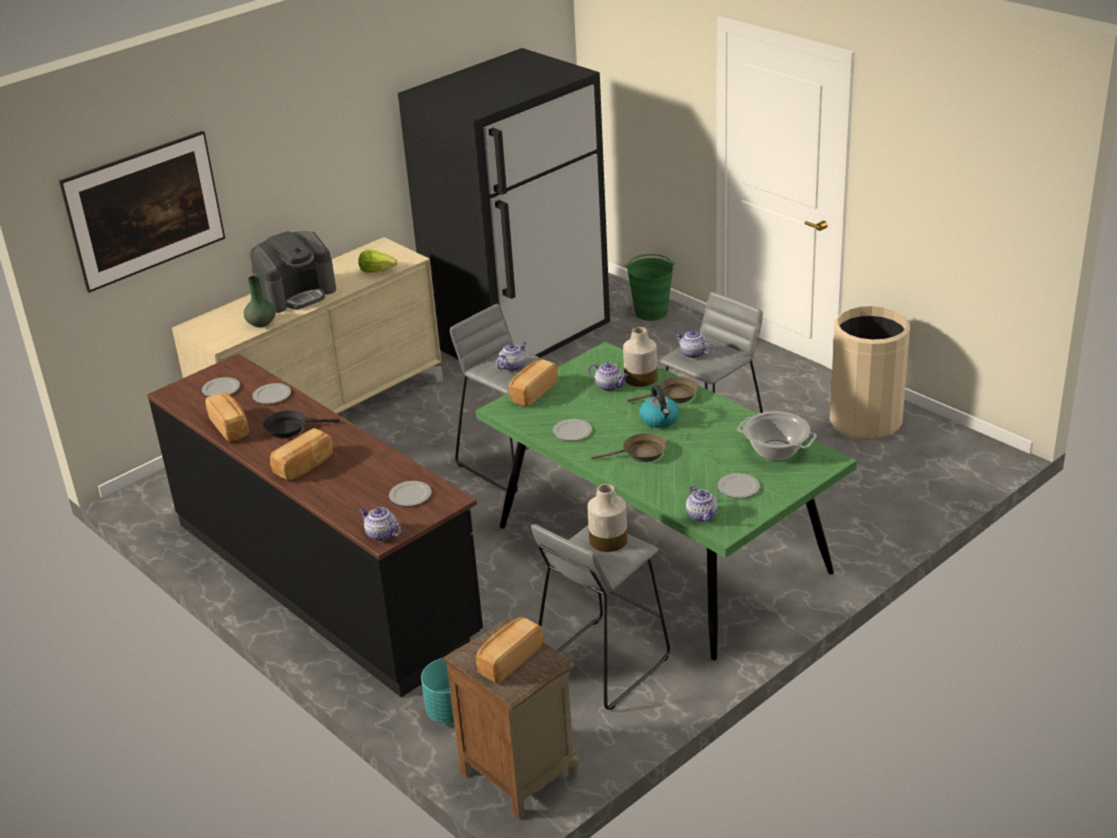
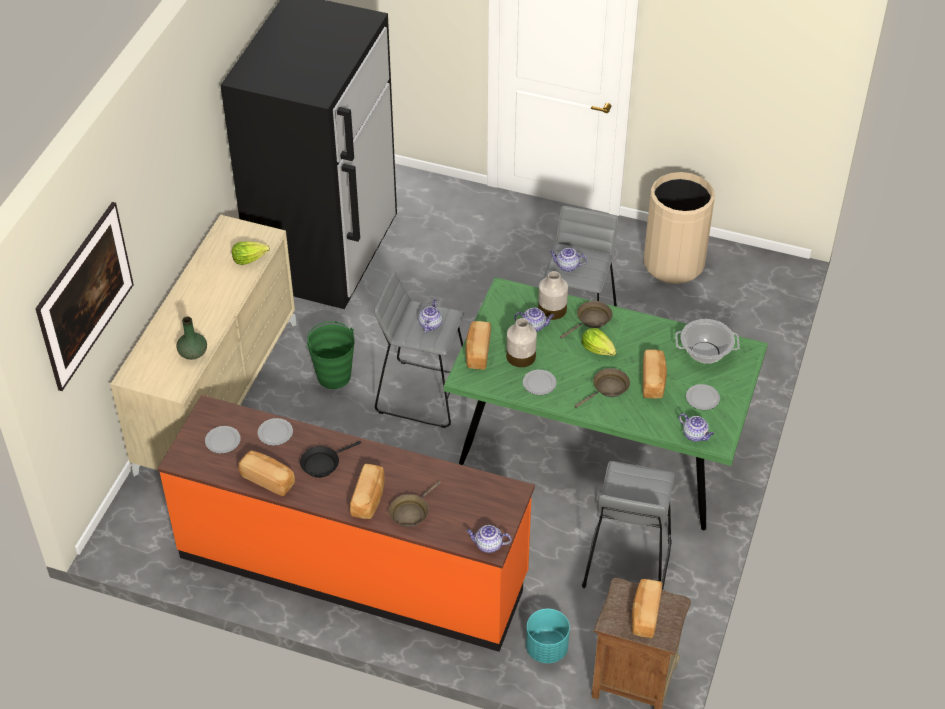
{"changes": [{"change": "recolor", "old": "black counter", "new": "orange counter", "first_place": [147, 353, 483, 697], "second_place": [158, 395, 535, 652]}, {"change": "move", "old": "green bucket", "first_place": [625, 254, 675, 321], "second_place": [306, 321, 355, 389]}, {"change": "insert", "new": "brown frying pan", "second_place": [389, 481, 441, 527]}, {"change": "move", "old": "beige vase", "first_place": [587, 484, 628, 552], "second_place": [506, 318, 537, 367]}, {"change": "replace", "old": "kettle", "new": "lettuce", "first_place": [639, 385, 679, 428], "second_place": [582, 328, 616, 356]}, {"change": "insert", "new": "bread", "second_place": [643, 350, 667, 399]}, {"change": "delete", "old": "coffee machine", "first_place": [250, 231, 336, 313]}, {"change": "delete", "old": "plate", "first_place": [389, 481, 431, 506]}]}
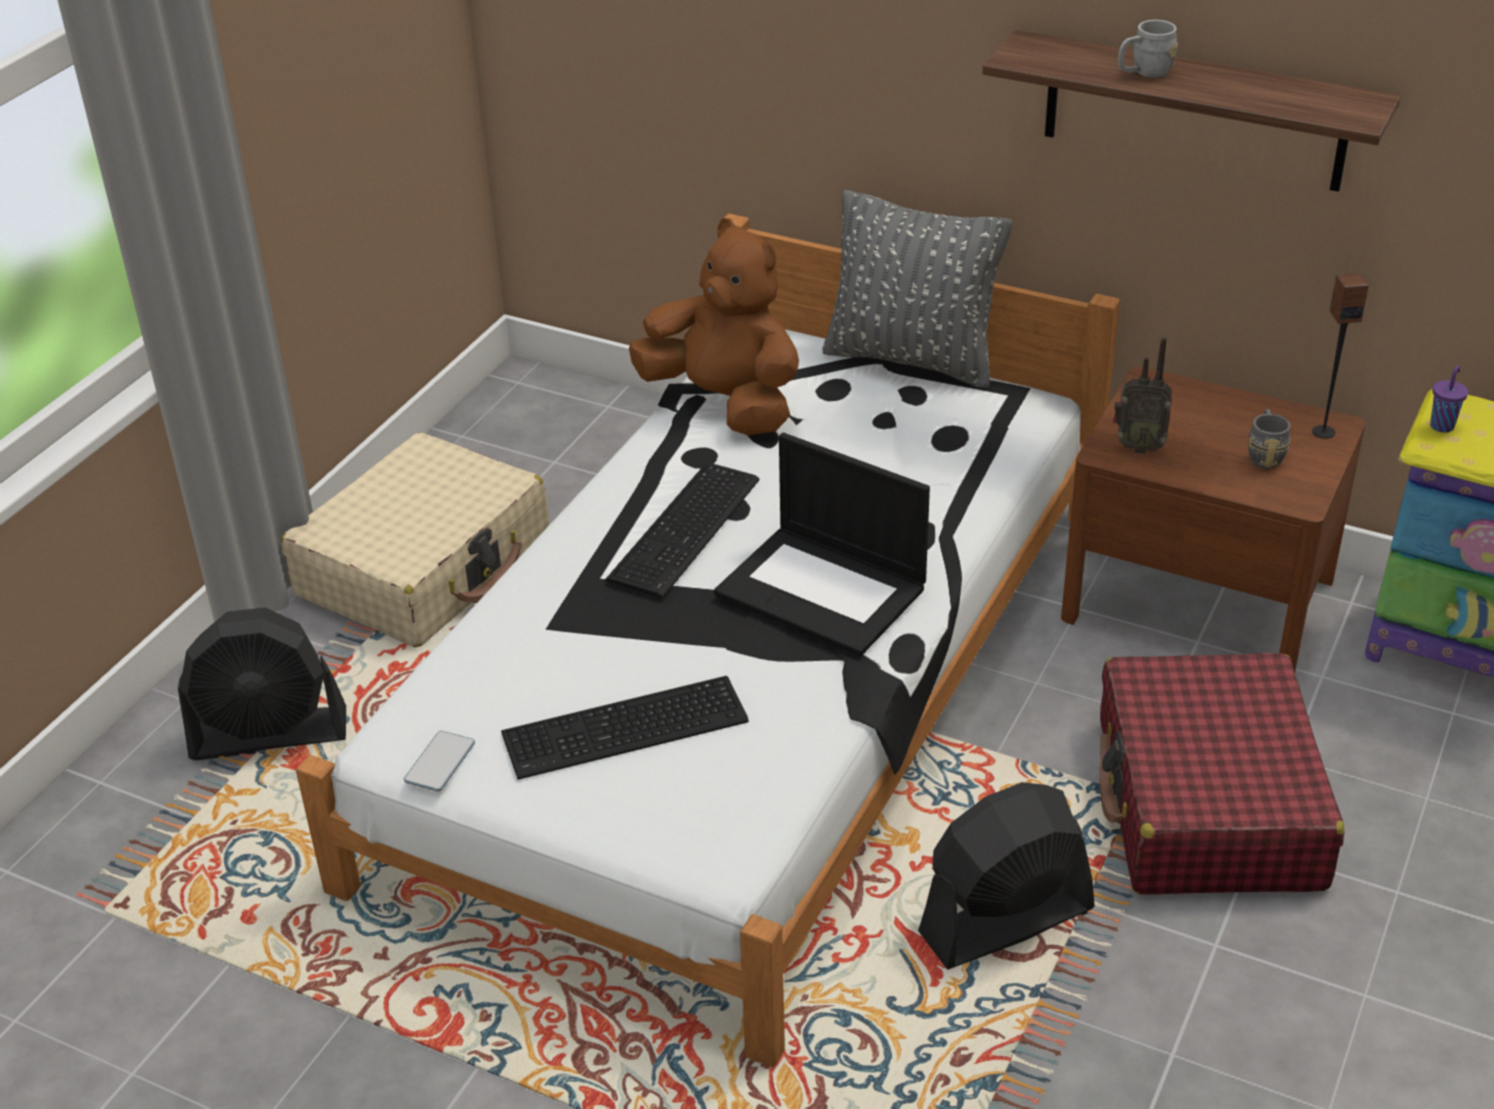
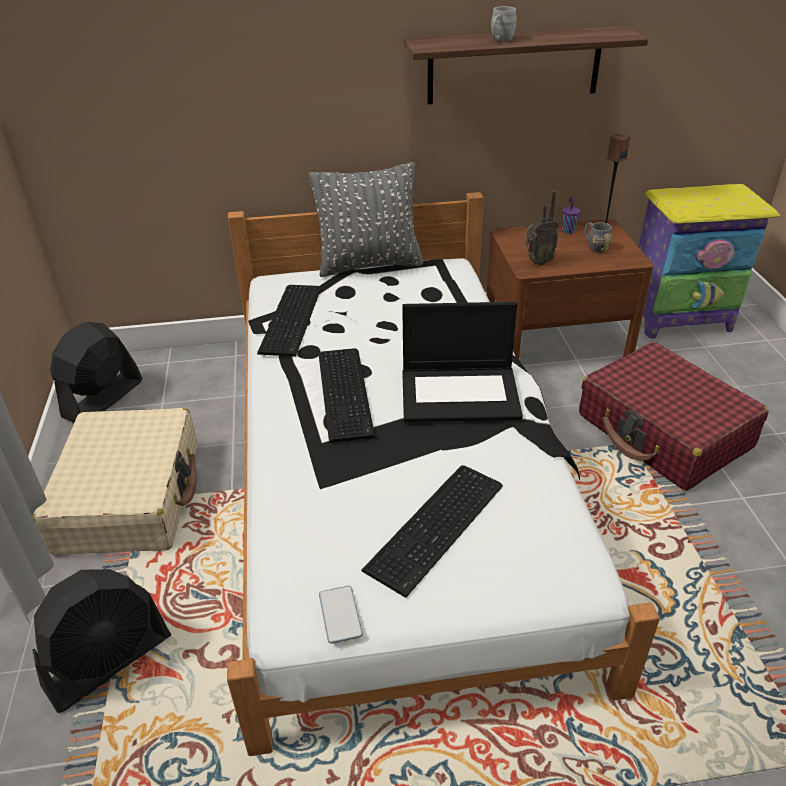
{"changes": [{"change": "move", "old": "black fan", "first_place": [918, 782, 1095, 970], "second_place": [50, 322, 143, 423]}, {"change": "replace", "old": "brown plush toy", "new": "keyboard", "first_place": [629, 218, 799, 435], "second_place": [257, 285, 321, 357]}, {"change": "move", "old": "purple cup", "first_place": [1430, 365, 1468, 433], "second_place": [562, 197, 580, 234]}]}
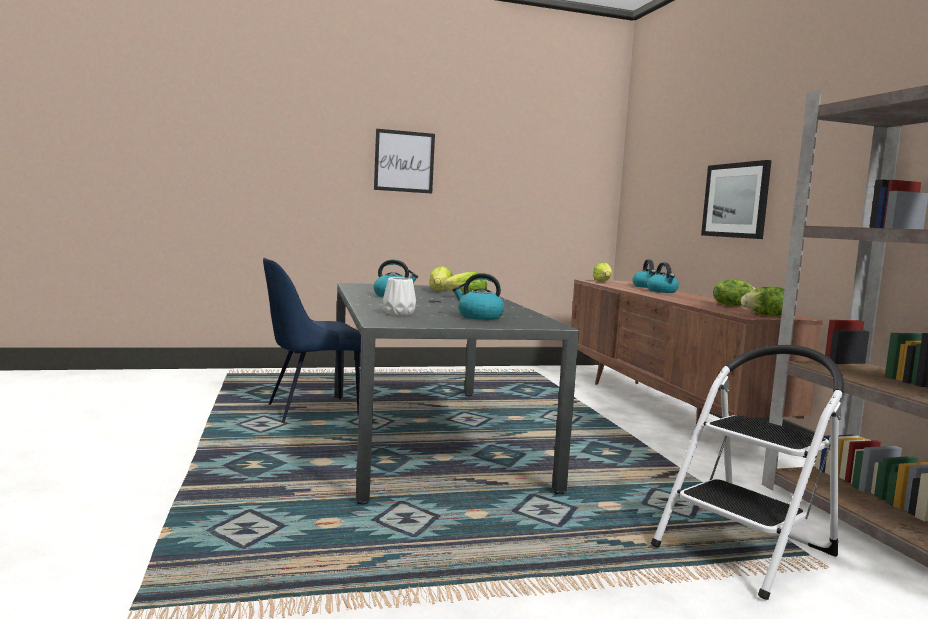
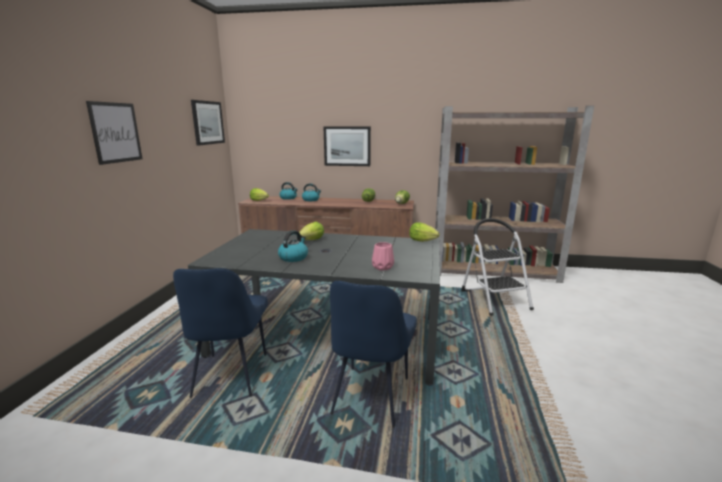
{"changes": [{"change": "insert", "new": "picture", "second_place": [191, 100, 225, 145]}, {"change": "insert", "new": "blue chair", "second_place": [330, 281, 417, 428]}, {"change": "recolor", "old": "white vase", "new": "pink vase", "first_place": [383, 277, 416, 315], "second_place": [372, 242, 394, 271]}, {"change": "move", "old": "lettuce", "first_place": [429, 266, 453, 291], "second_place": [409, 222, 440, 242]}, {"change": "delete", "old": "kettle", "first_place": [452, 273, 504, 320]}]}
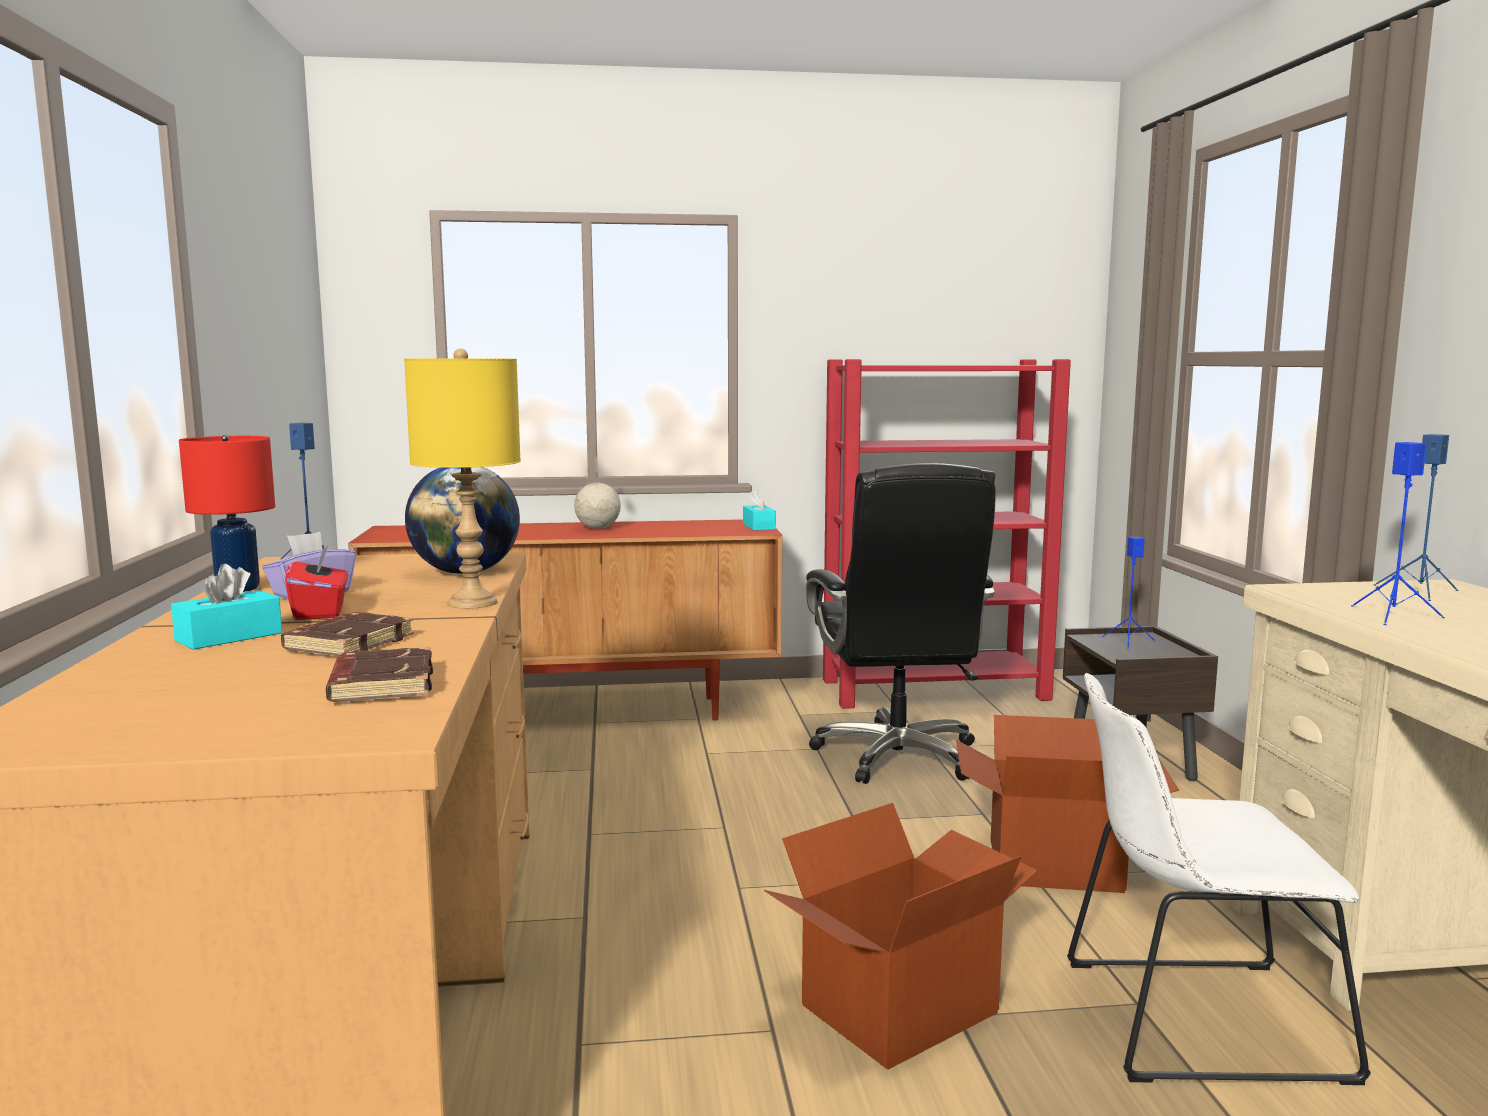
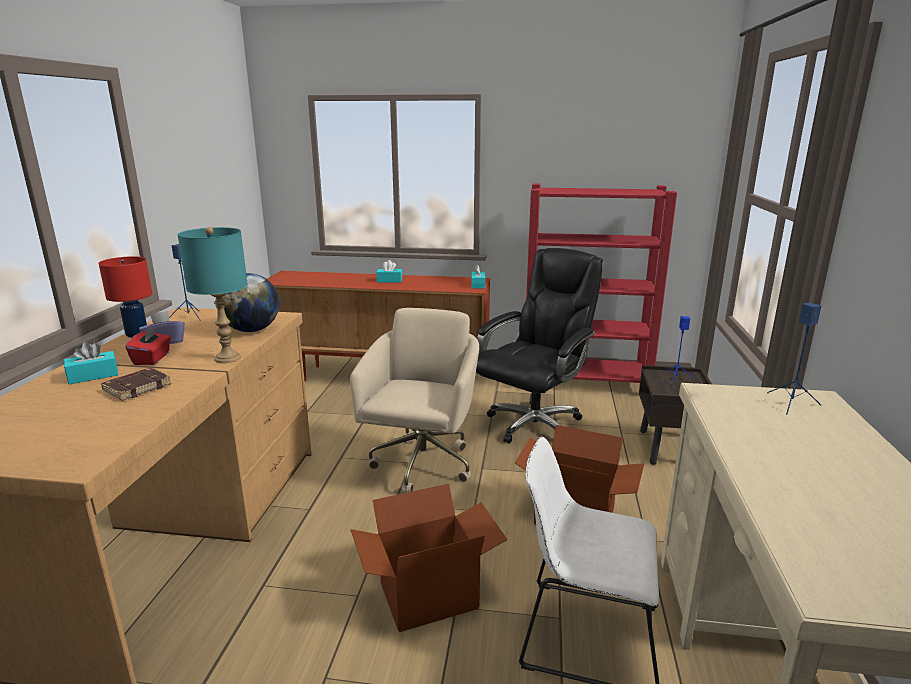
{"changes": [{"change": "recolor", "old": "yellow table lamp", "new": "turquoise table lamp", "first_place": [404, 349, 521, 609], "second_place": [178, 227, 248, 363]}, {"change": "insert", "new": "beige office chair", "second_place": [350, 308, 479, 493]}, {"change": "replace", "old": "globe", "new": "turquoise tissue box", "first_place": [574, 456, 621, 529], "second_place": [376, 260, 402, 282]}, {"change": "rotate", "old": "black office chair", "first_place": [806, 463, 996, 784], "second_place": [476, 248, 603, 444], "degrees": -150}, {"change": "delete", "old": "brown book", "first_place": [326, 647, 433, 702]}, {"change": "delete", "old": "blue speaker", "first_place": [1351, 442, 1445, 625]}]}
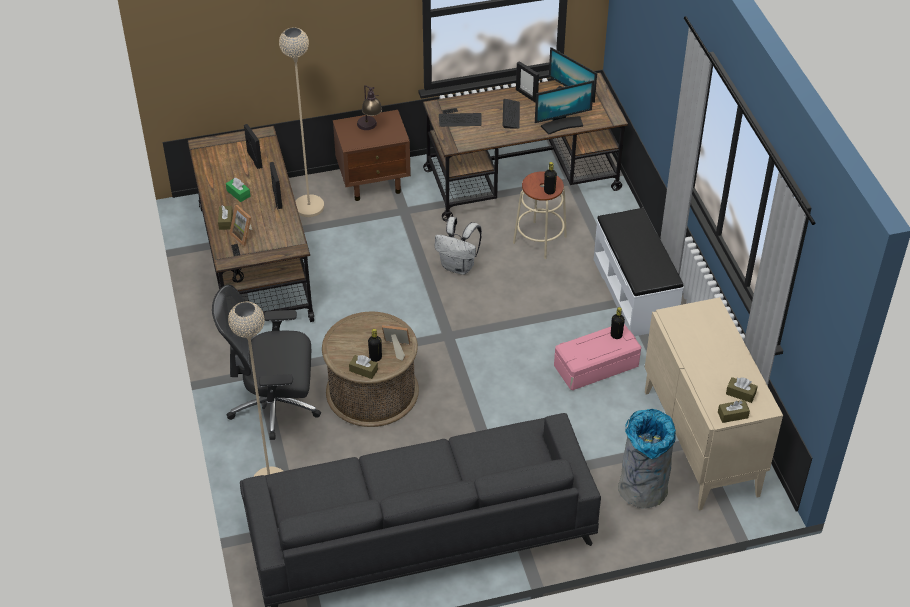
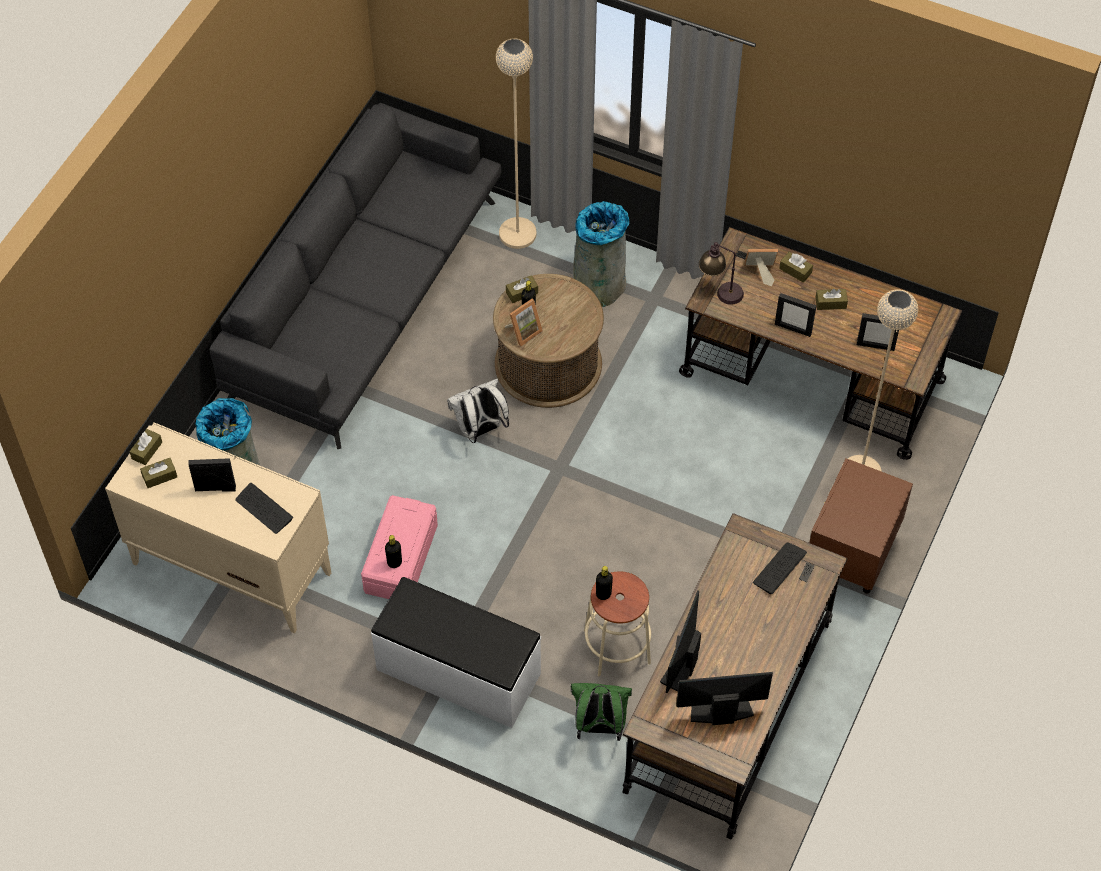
{"changes": [{"change": "move", "old": "picture frame", "first_place": [516, 61, 539, 103], "second_place": [188, 458, 236, 492]}, {"change": "move", "old": "keyboard", "first_place": [503, 99, 520, 129], "second_place": [235, 483, 293, 534]}, {"change": "move", "old": "white backpack", "first_place": [435, 217, 482, 275], "second_place": [447, 378, 509, 443]}, {"change": "insert", "new": "green backpack", "second_place": [571, 683, 632, 741]}, {"change": "replace", "old": "office chair", "new": "grey trash can", "first_place": [212, 284, 321, 440], "second_place": [573, 201, 629, 307]}, {"change": "move", "old": "table lamp", "first_place": [357, 85, 382, 130], "second_place": [699, 242, 744, 305]}, {"change": "recolor", "old": "green tissue box", "new": "brown tissue box", "first_place": [226, 178, 251, 202], "second_place": [815, 289, 848, 310]}]}
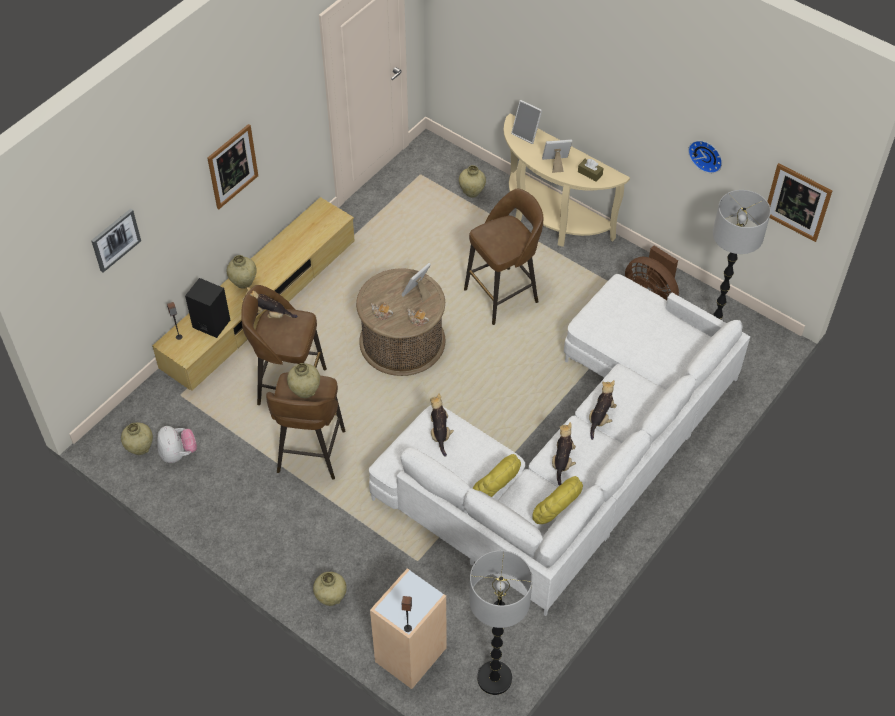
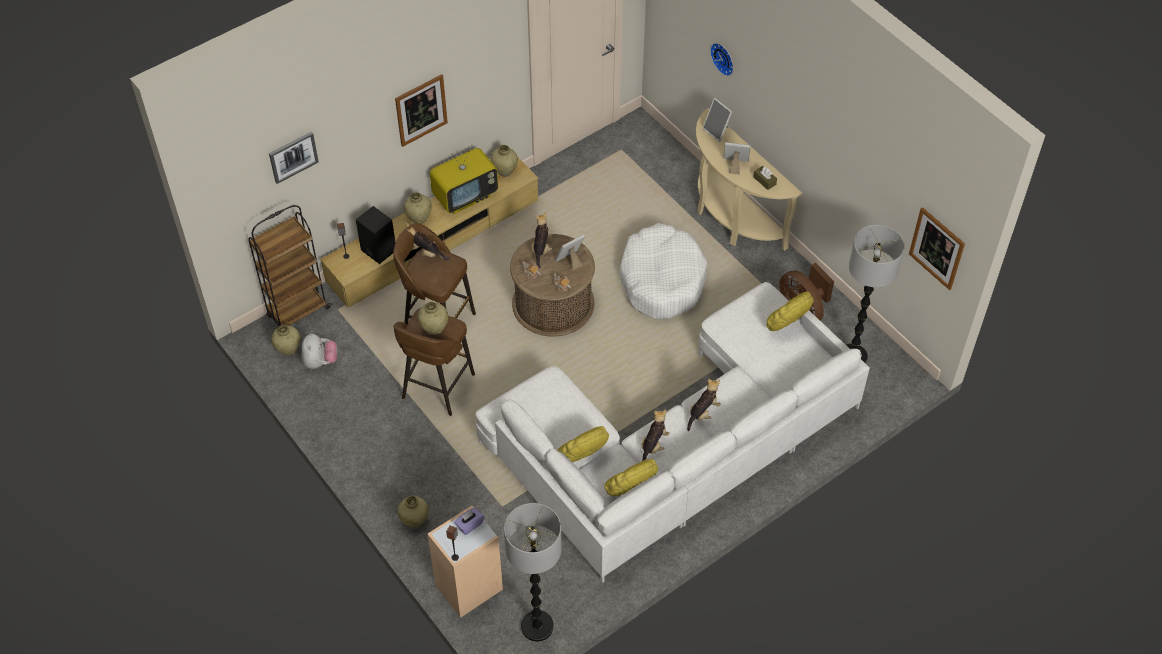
{"changes": [{"change": "insert", "new": "brown cart", "second_place": [248, 205, 332, 326]}, {"change": "insert", "new": "television", "second_place": [430, 145, 498, 214]}, {"change": "insert", "new": "purple tissue box", "second_place": [454, 507, 484, 535]}, {"change": "move", "old": "beige vase", "first_place": [459, 165, 486, 198], "second_place": [490, 145, 518, 177]}, {"change": "move", "old": "plush toy", "first_place": [430, 393, 454, 457], "second_place": [532, 212, 553, 269]}, {"change": "replace", "old": "brown stool", "new": "white dog bed", "first_place": [464, 189, 543, 325], "second_place": [619, 223, 708, 319]}, {"change": "move", "old": "wall clock", "first_place": [688, 140, 722, 173], "second_place": [710, 43, 734, 76]}, {"change": "insert", "new": "yellow pillow", "second_place": [766, 292, 814, 331]}]}
